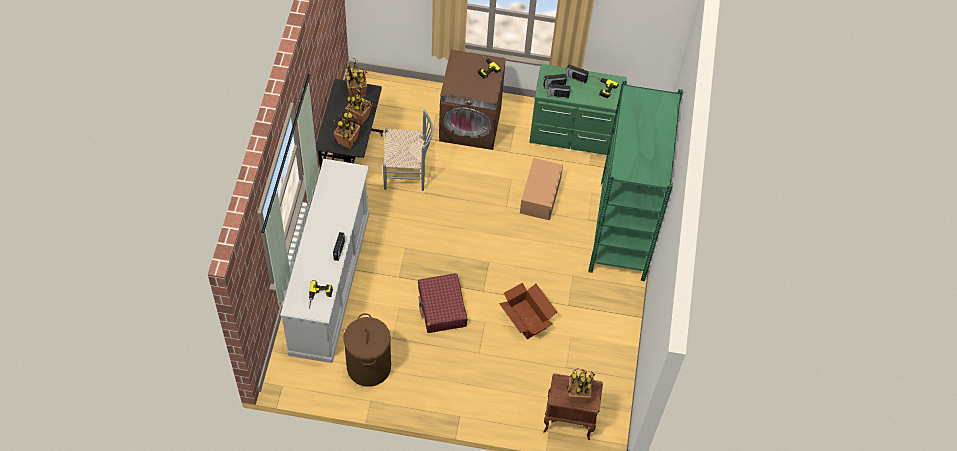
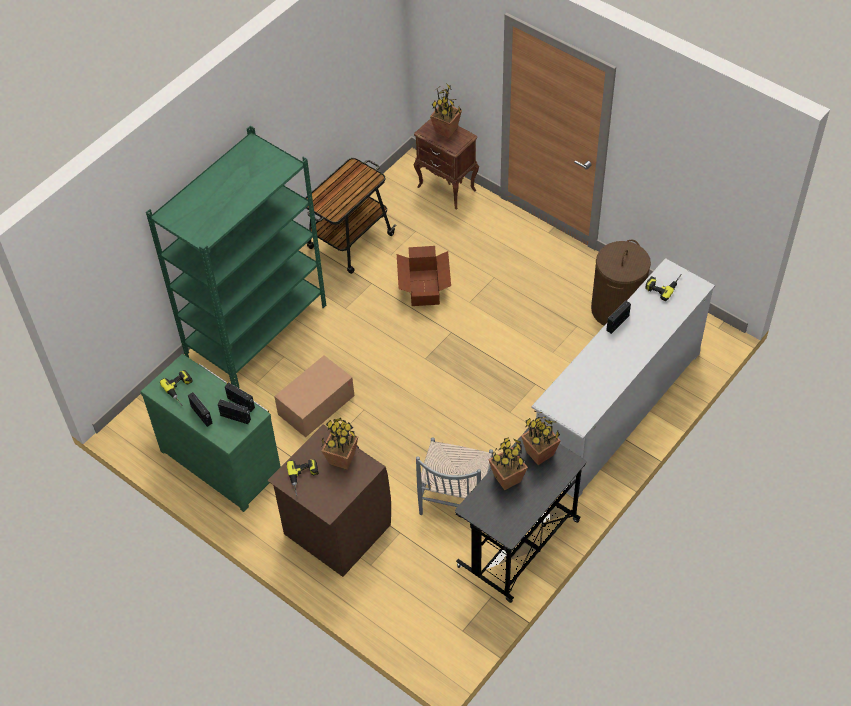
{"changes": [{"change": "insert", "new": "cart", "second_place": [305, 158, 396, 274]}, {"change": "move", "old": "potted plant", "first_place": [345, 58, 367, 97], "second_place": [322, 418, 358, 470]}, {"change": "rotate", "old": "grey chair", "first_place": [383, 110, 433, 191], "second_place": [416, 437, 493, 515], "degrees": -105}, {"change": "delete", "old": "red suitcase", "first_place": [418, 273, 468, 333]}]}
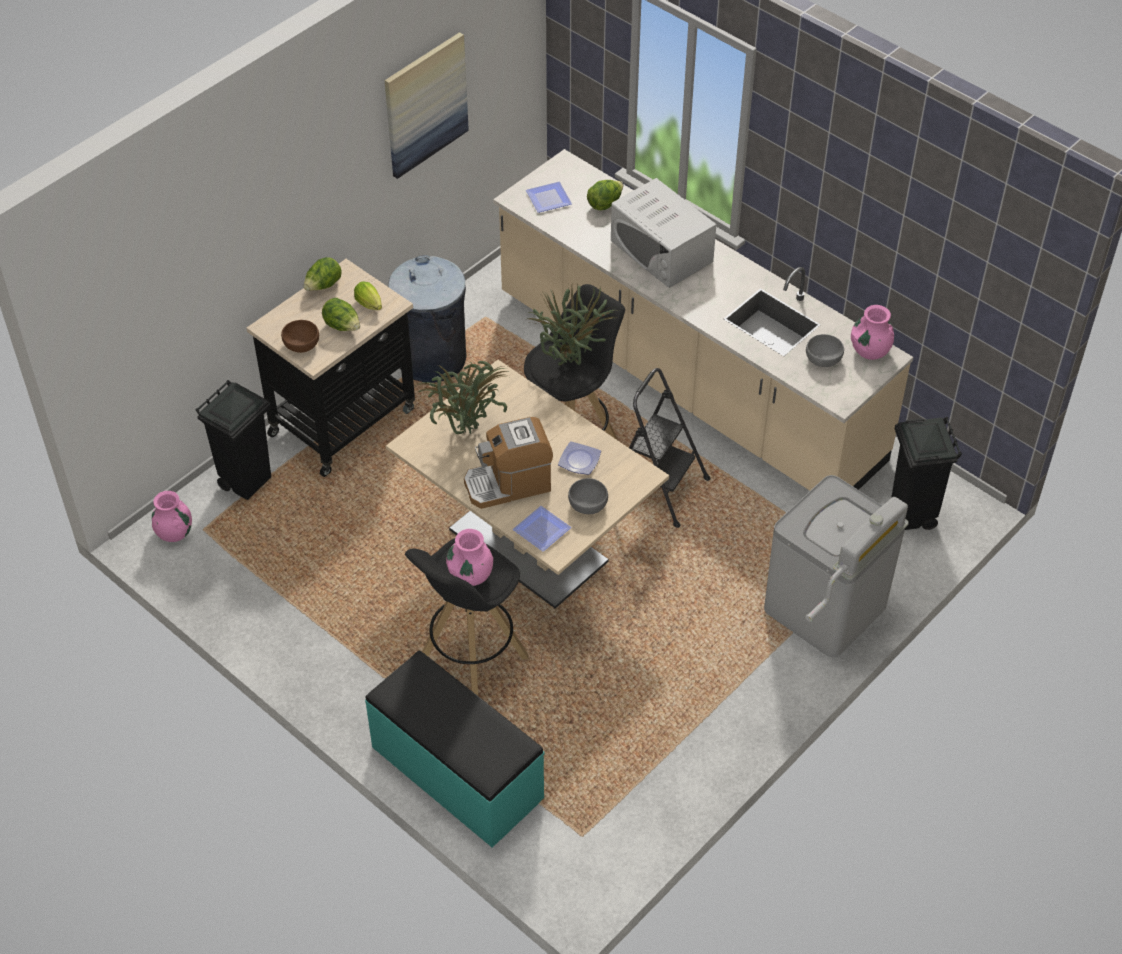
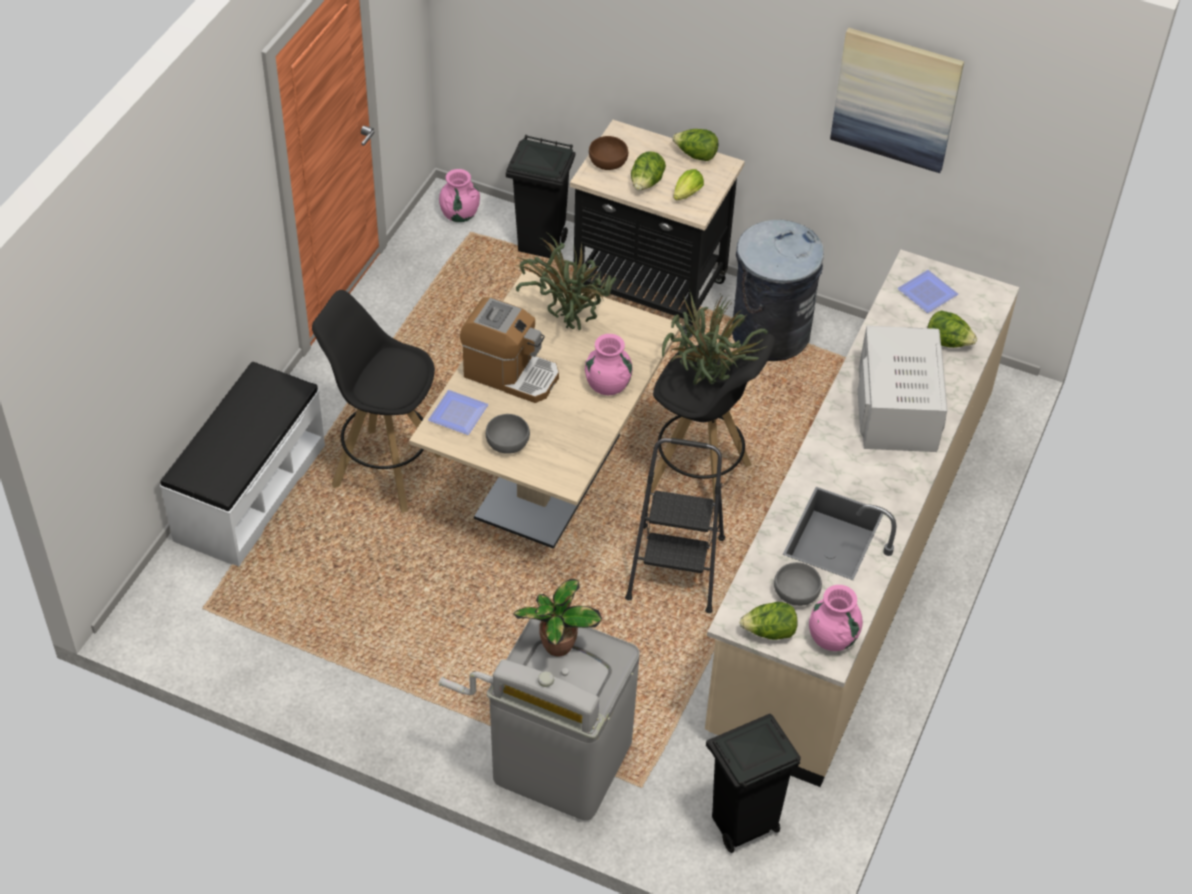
{"changes": [{"change": "recolor", "old": "turquoise bench", "new": "white bench", "first_place": [365, 651, 545, 848], "second_place": [160, 362, 325, 567]}, {"change": "rotate", "old": "coffee machine", "first_place": [464, 417, 553, 509], "second_place": [460, 297, 559, 403], "degrees": 150}, {"change": "insert", "new": "potted plant", "second_place": [513, 579, 602, 656]}, {"change": "move", "old": "pink vase", "first_place": [446, 529, 493, 586], "second_place": [585, 334, 633, 395]}, {"change": "insert", "new": "lettuce", "second_place": [740, 602, 797, 640]}, {"change": "rotate", "old": "white microwave", "first_place": [611, 178, 717, 288], "second_place": [858, 326, 947, 452], "degrees": 150}, {"change": "delete", "old": "plate", "first_place": [558, 441, 601, 475]}]}
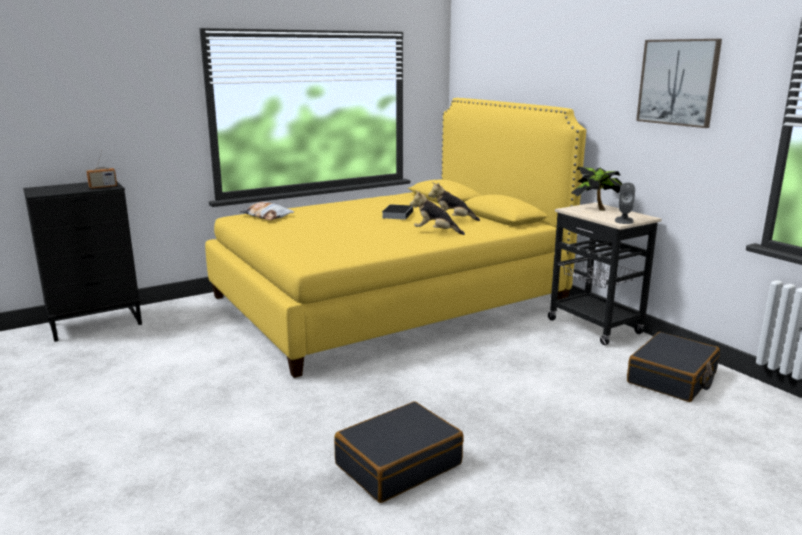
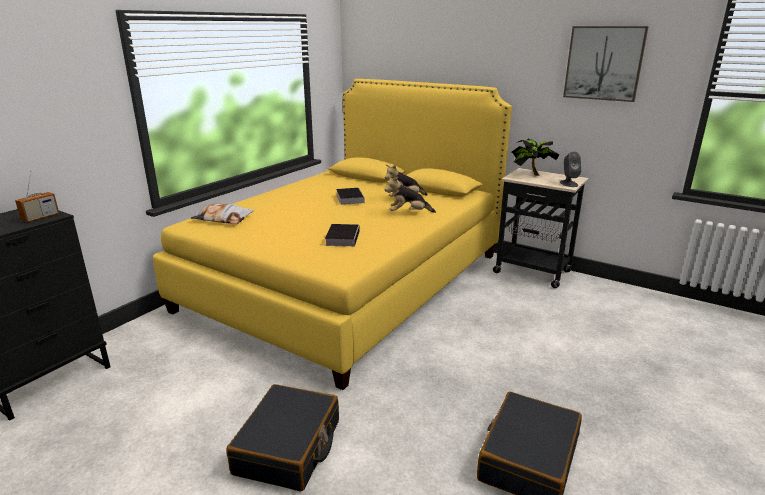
{"changes": [{"change": "move", "old": "black suitcase", "first_place": [627, 332, 720, 402], "second_place": [226, 384, 339, 492]}, {"change": "insert", "new": "book", "second_place": [325, 224, 360, 247]}]}
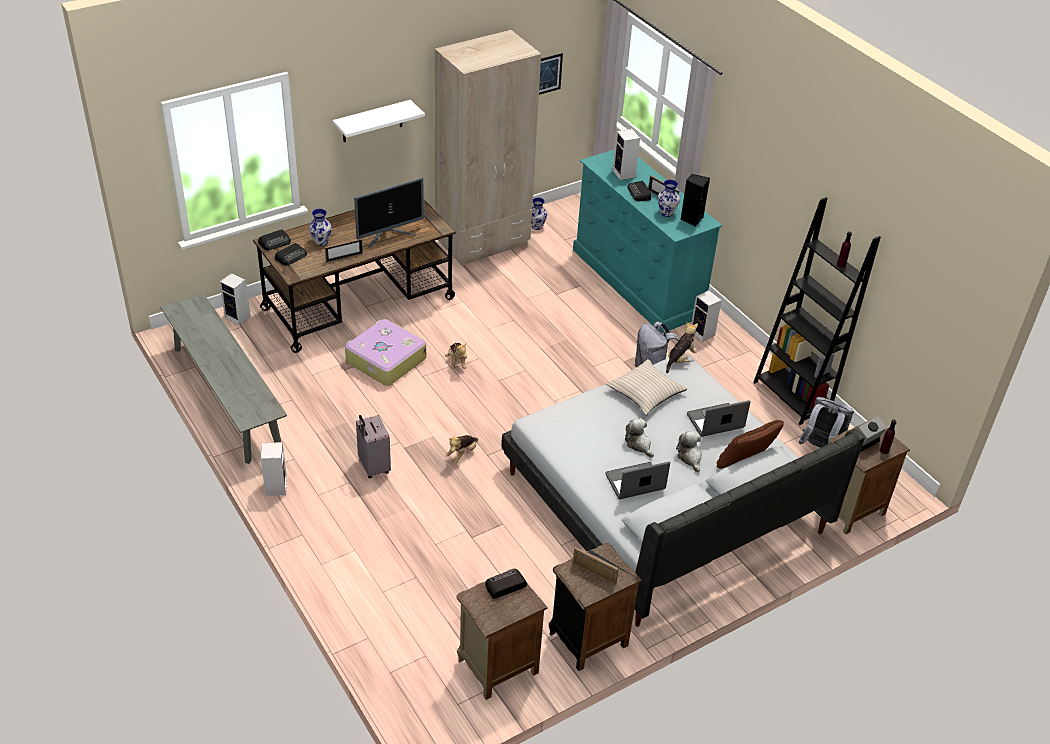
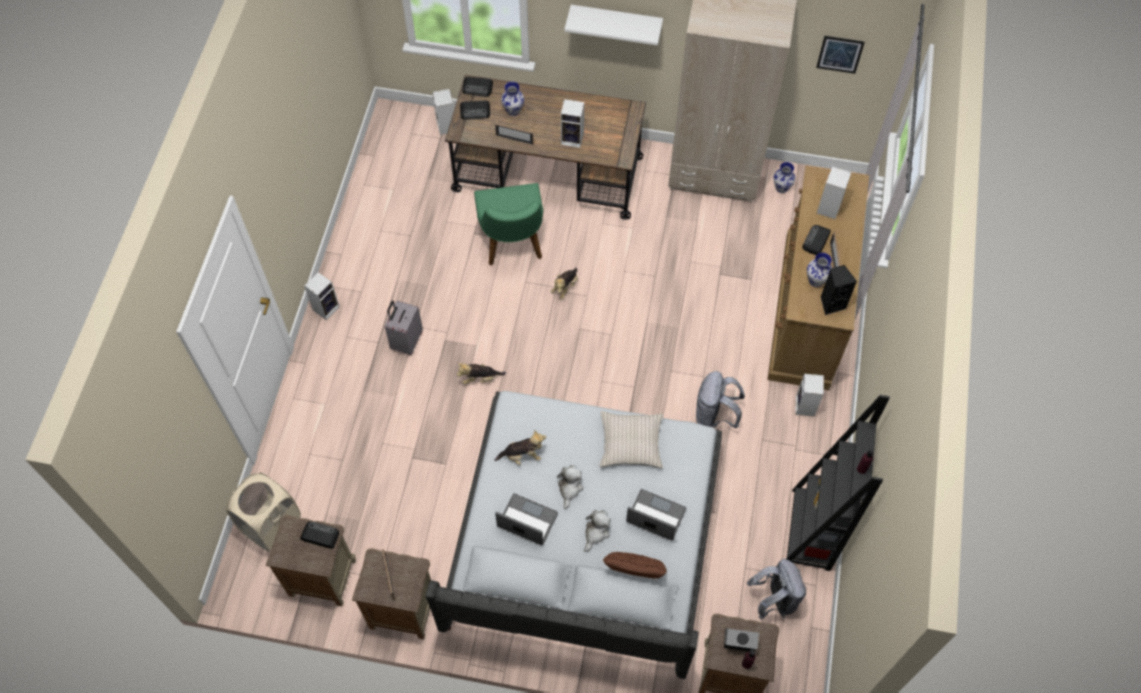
{"changes": [{"change": "insert", "new": "beige laundry basket", "second_place": [226, 472, 301, 552]}, {"change": "recolor", "old": "black nightstand", "new": "beige nightstand", "first_place": [549, 543, 642, 671], "second_place": [352, 548, 431, 639]}, {"change": "replace", "old": "suitcase", "new": "green chair", "first_place": [345, 319, 426, 386], "second_place": [474, 183, 543, 266]}, {"change": "move", "old": "plush toy", "first_place": [666, 322, 698, 373], "second_place": [495, 430, 546, 465]}, {"change": "replace", "old": "monitor", "new": "speaker", "first_place": [354, 177, 424, 248], "second_place": [561, 99, 584, 148]}, {"change": "recolor", "old": "turquoise dresser", "new": "brown dresser", "first_place": [573, 149, 722, 333], "second_place": [767, 165, 869, 390]}, {"change": "delete", "old": "grey bench", "first_place": [160, 293, 287, 464]}]}
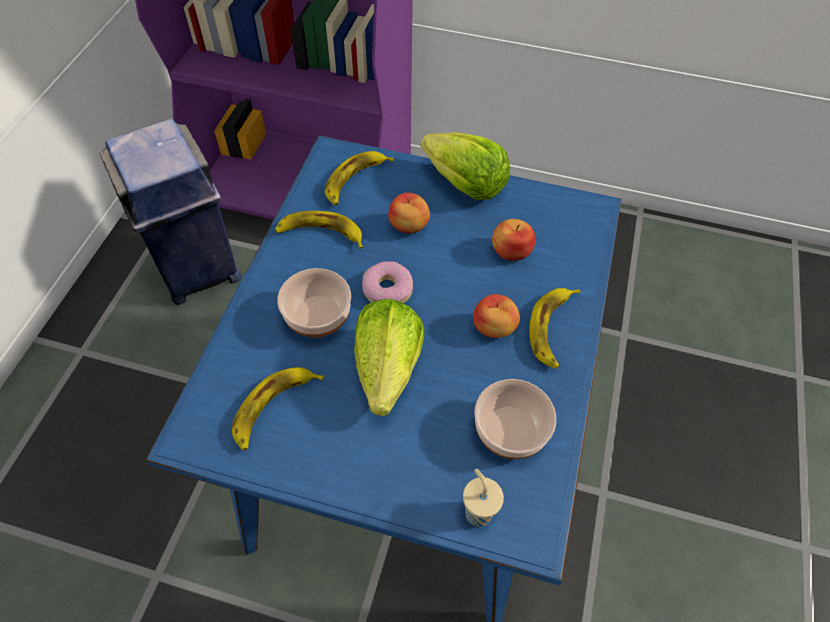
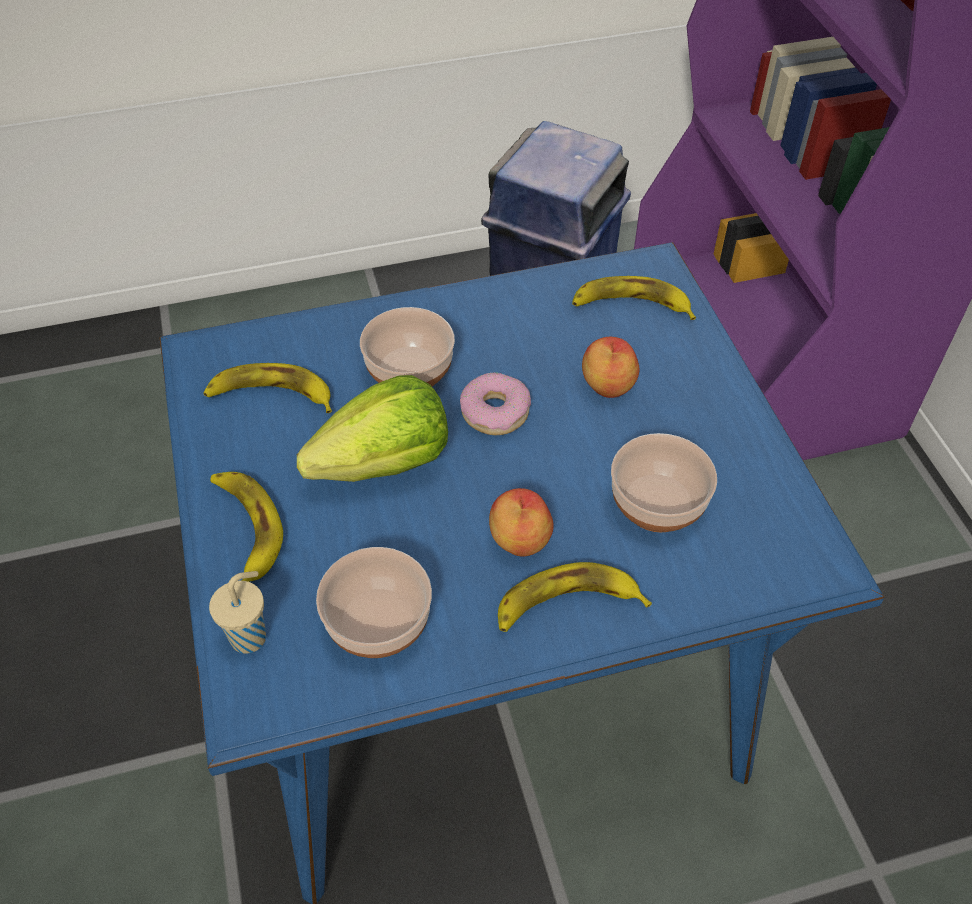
{"changes": [{"change": "move", "old": "banana", "first_place": [275, 211, 363, 249], "second_place": [210, 472, 283, 582]}, {"change": "replace", "old": "apple", "new": "bowl", "first_place": [492, 219, 535, 261], "second_place": [611, 433, 717, 532]}, {"change": "delete", "old": "lettuce", "first_place": [421, 133, 510, 200]}]}
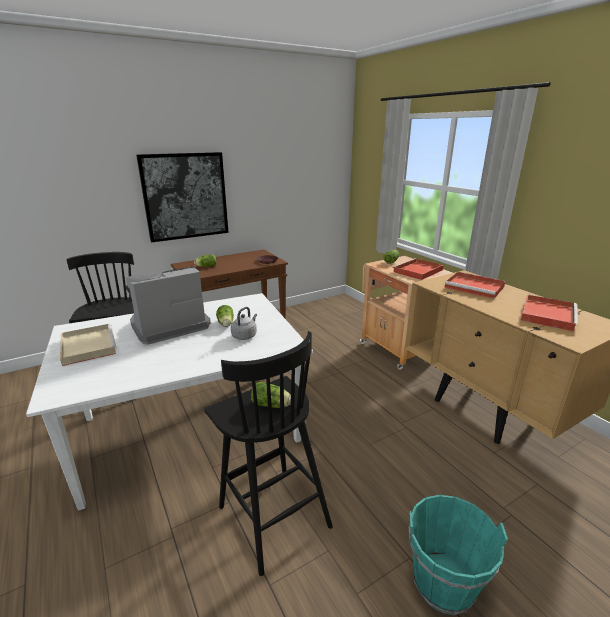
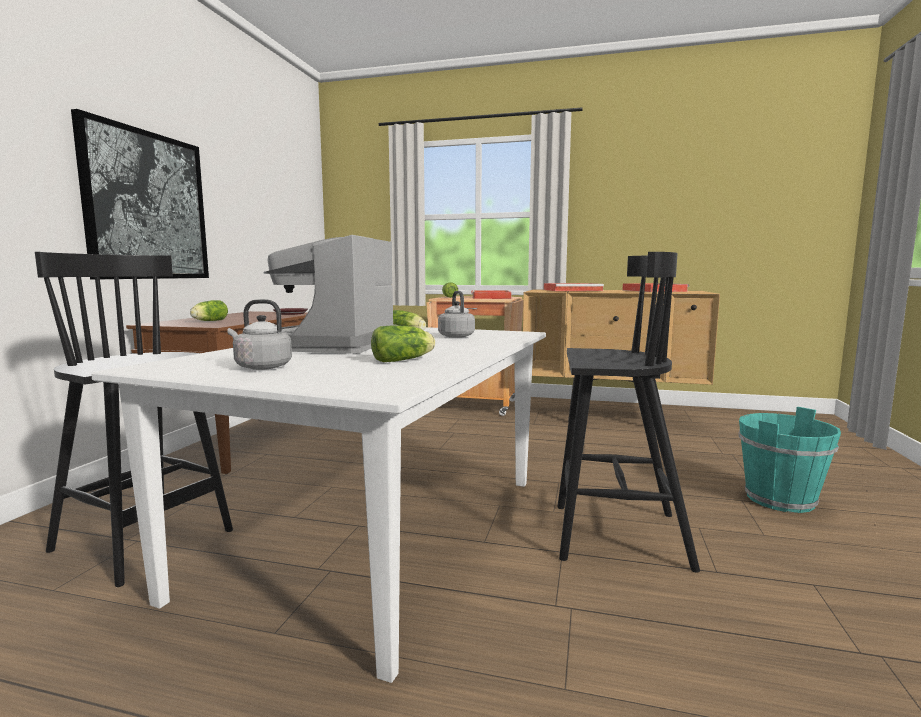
{"changes": [{"change": "replace", "old": "beige tray", "new": "grey kettle", "first_place": [60, 324, 117, 366], "second_place": [227, 299, 292, 370]}, {"change": "move", "old": "lettuce", "first_place": [251, 382, 291, 408], "second_place": [371, 325, 435, 362]}]}
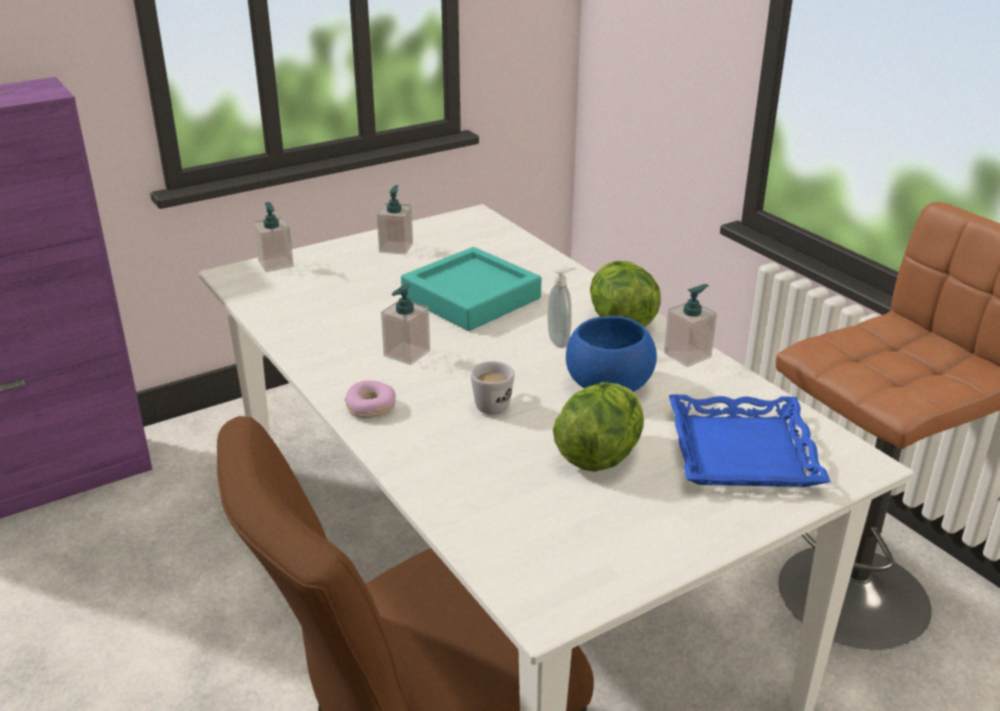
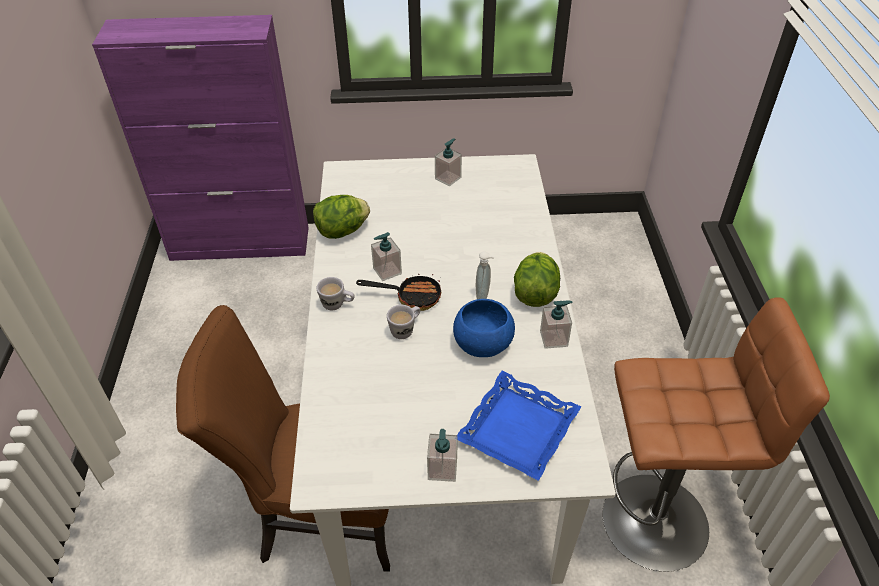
{"changes": [{"change": "move", "old": "lettuce", "first_place": [553, 382, 644, 472], "second_place": [313, 195, 370, 239]}, {"change": "replace", "old": "donut", "new": "white mug", "first_place": [344, 380, 396, 418], "second_place": [317, 277, 355, 310]}, {"change": "insert", "new": "frying pan", "second_place": [356, 274, 441, 311]}, {"change": "move", "old": "soap dispenser", "first_place": [254, 202, 294, 272], "second_place": [427, 429, 458, 482]}, {"change": "delete", "old": "turquoise tray", "first_place": [401, 247, 542, 331]}]}
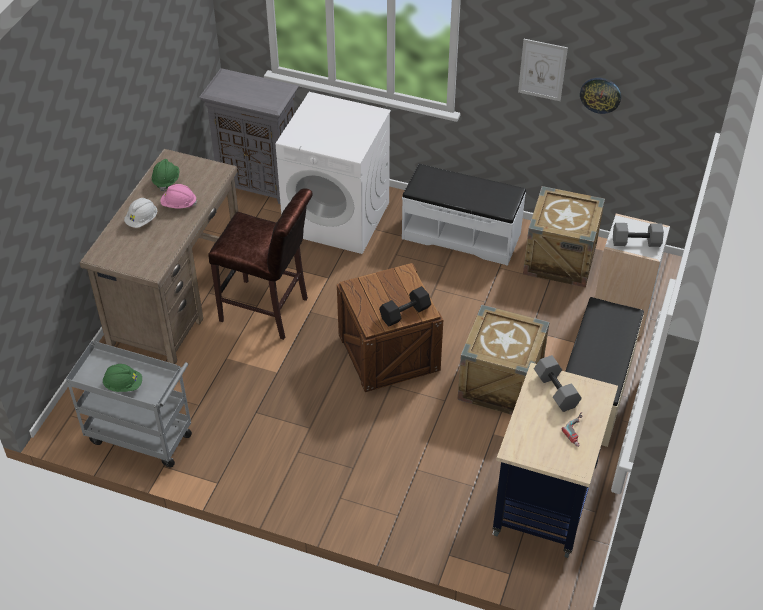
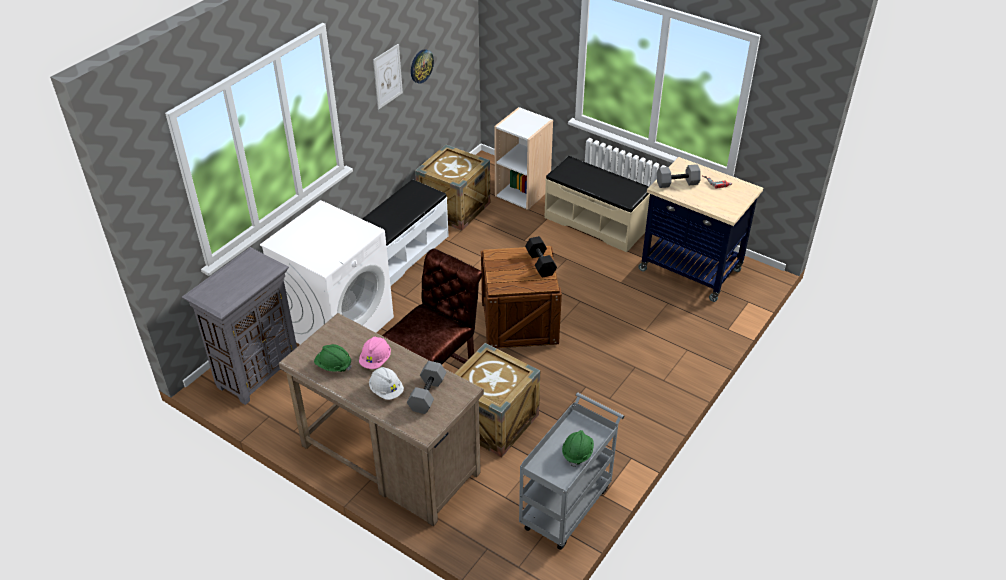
{"changes": [{"change": "move", "old": "grey dumbbell", "first_place": [613, 223, 664, 247], "second_place": [407, 361, 446, 414]}, {"change": "move", "old": "crate", "first_place": [457, 305, 550, 415], "second_place": [454, 343, 541, 458]}]}
